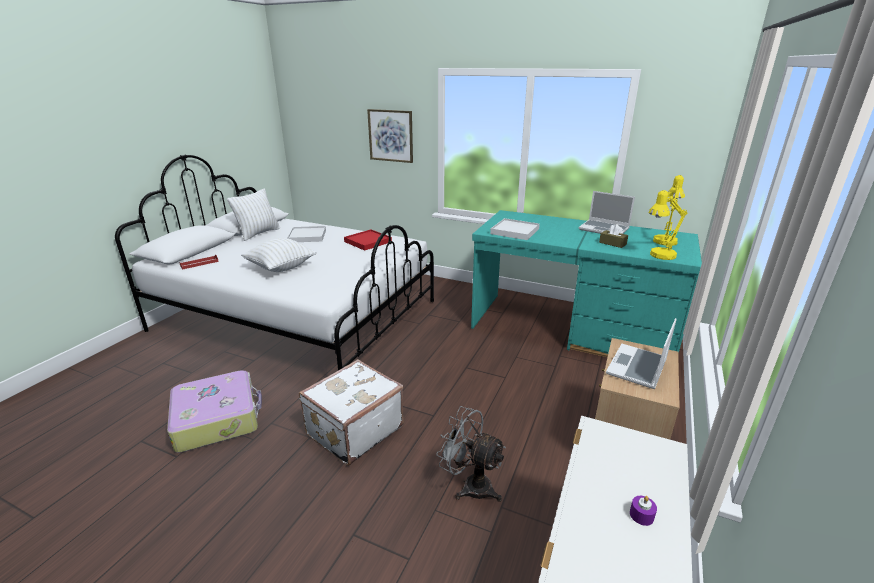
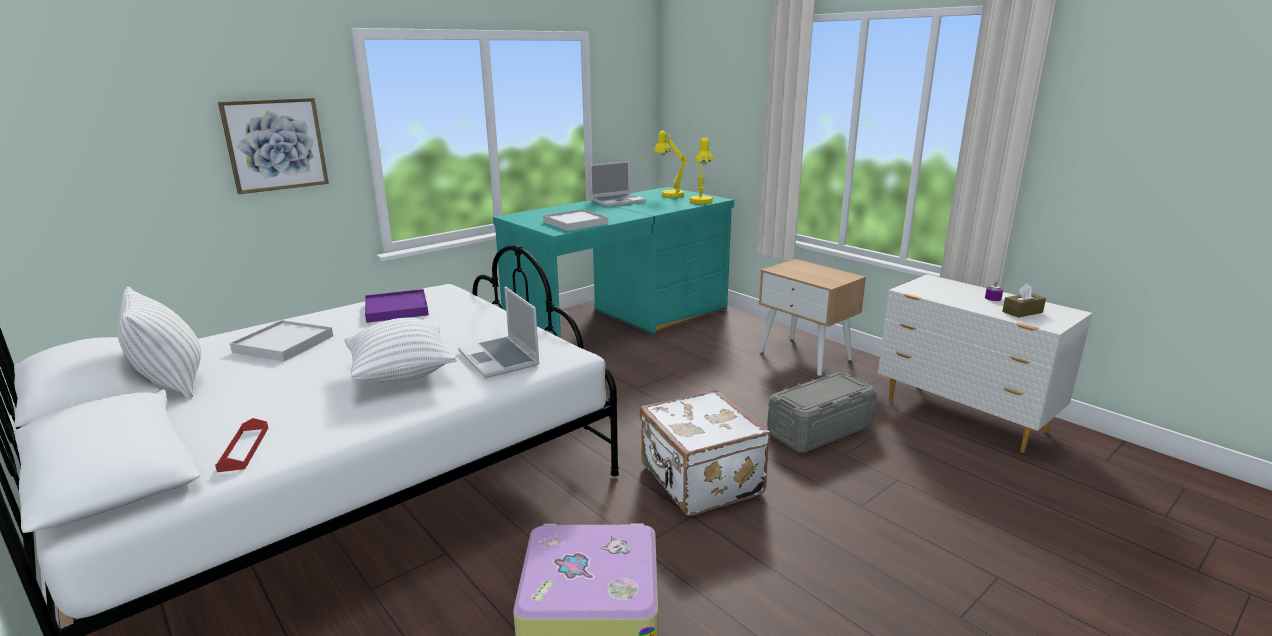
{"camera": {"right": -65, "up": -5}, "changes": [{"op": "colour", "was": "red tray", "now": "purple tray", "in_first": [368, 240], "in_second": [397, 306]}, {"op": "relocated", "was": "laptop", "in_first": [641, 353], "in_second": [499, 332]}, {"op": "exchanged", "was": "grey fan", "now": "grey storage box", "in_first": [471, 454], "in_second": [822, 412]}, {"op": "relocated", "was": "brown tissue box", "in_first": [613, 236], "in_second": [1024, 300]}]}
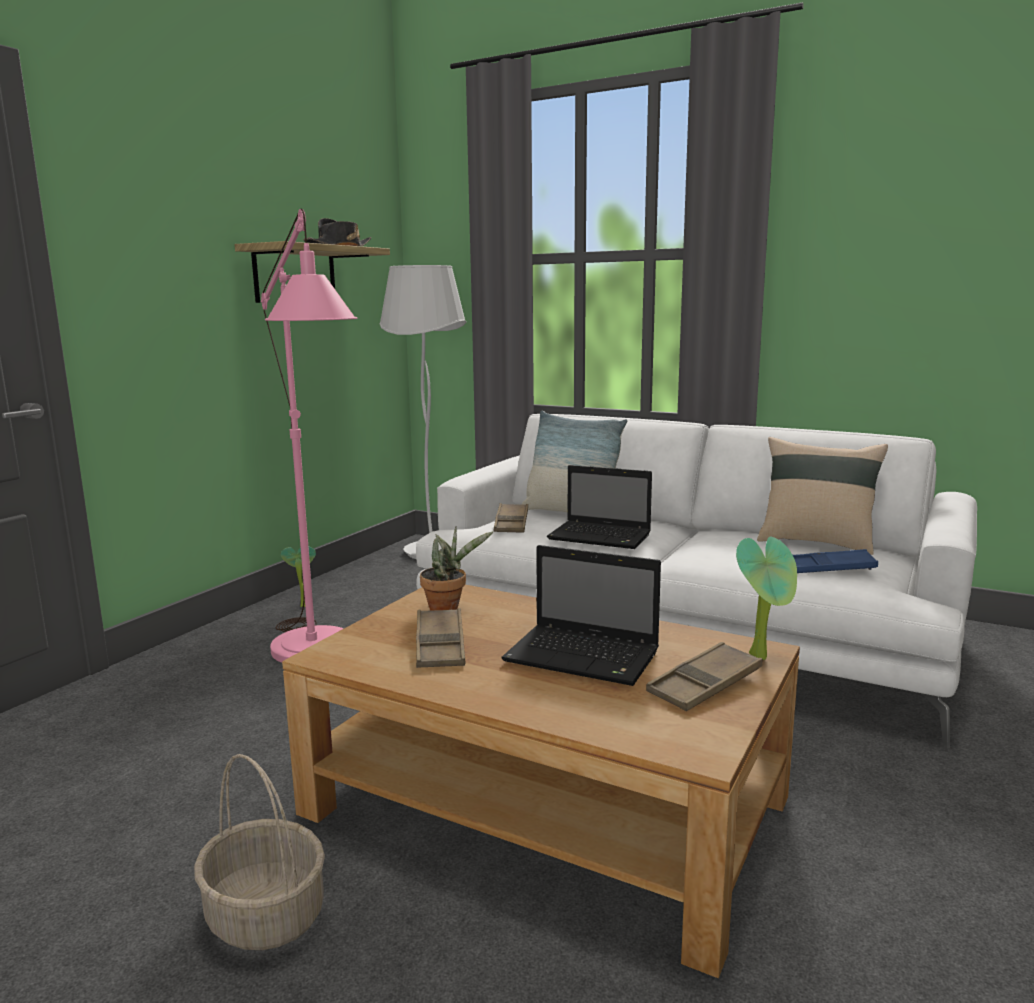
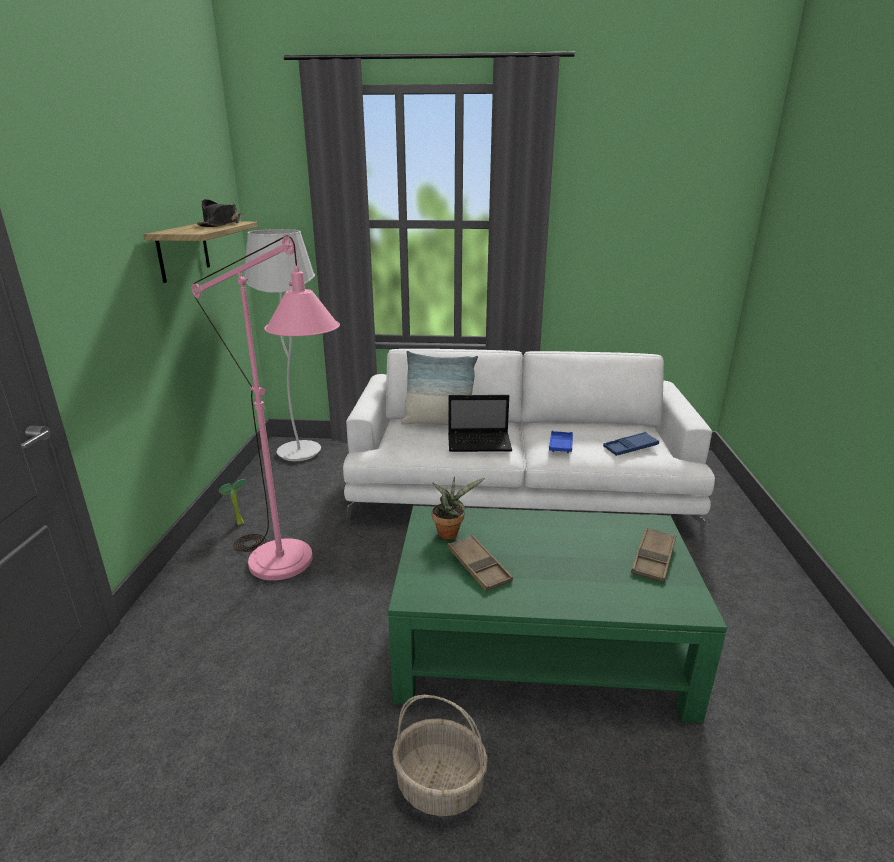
{"camera": {"right": -25, "up": 10}, "changes": [{"op": "colour", "was": "brown coffee table", "now": "green coffee table", "in_first": [541, 781], "in_second": [557, 614]}, {"op": "appeared", "now": "blue tray", "in_second": [561, 442]}, {"op": "missing", "was": "brown tray", "in_first": [510, 518]}, {"op": "missing", "was": "laptop", "in_first": [581, 615]}, {"op": "missing", "was": "potted plant", "in_first": [766, 598]}, {"op": "missing", "was": "beige pillow", "in_first": [822, 496]}]}
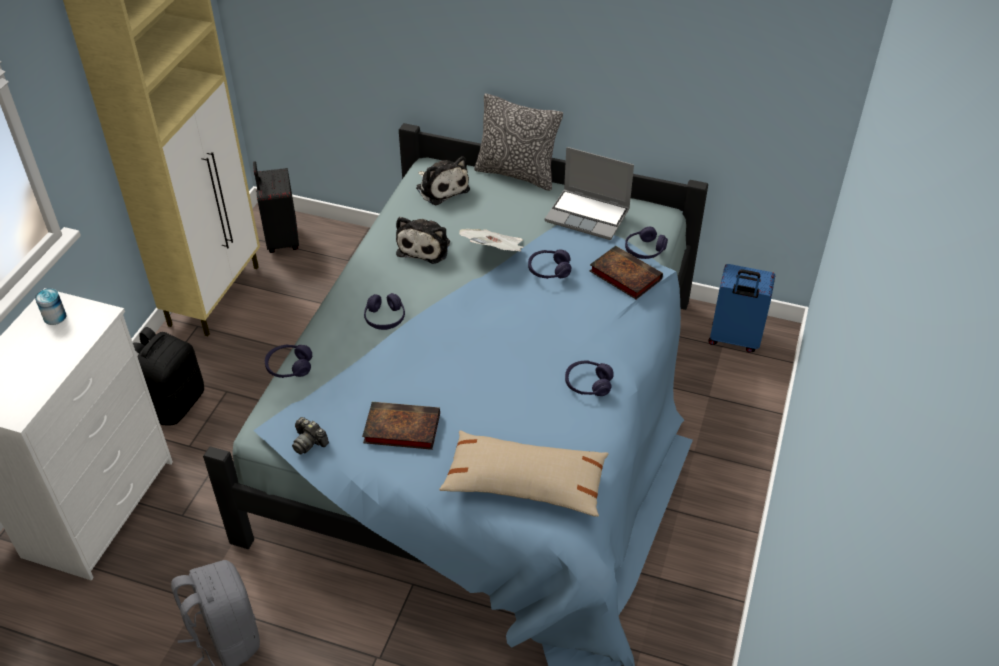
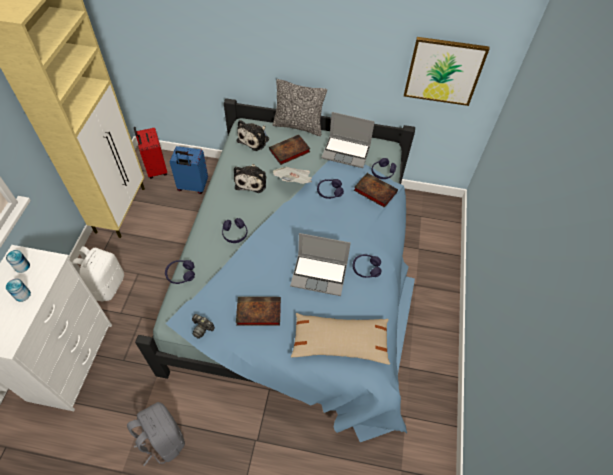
{"camera": {"right": -10, "up": 10}, "changes": [{"op": "appeared", "now": "can", "in_second": [18, 290]}, {"op": "colour", "was": "black backpack", "now": "white backpack", "in_first": [168, 376], "in_second": [98, 273]}, {"op": "colour", "was": "black suitcase", "now": "red suitcase", "in_first": [276, 207], "in_second": [150, 153]}, {"op": "relocated", "was": "blue suitcase", "in_first": [741, 308], "in_second": [189, 170]}, {"op": "spun", "was": "plush toy", "in_first": [443, 180], "in_second": [253, 135], "clockwise": 75}, {"op": "appeared", "now": "book", "in_second": [289, 150]}, {"op": "appeared", "now": "laptop", "in_second": [320, 264]}, {"op": "appeared", "now": "picture", "in_second": [446, 71]}]}
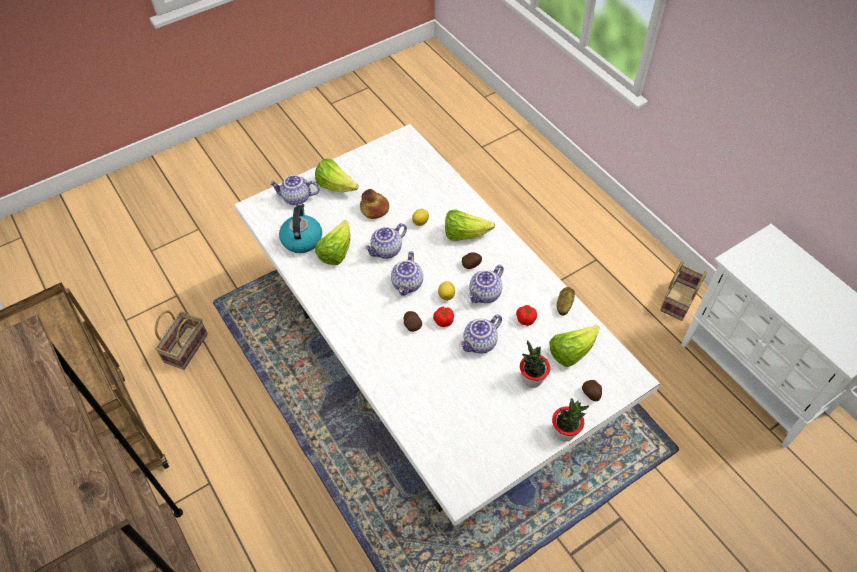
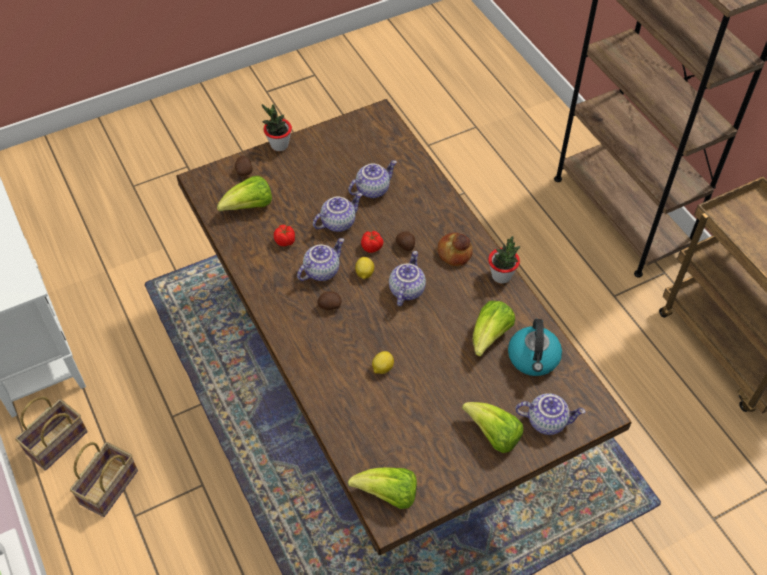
{"camera": {"right": -175, "up": 0}, "changes": [{"op": "relocated", "was": "basket", "in_first": [181, 340], "in_second": [104, 479]}, {"op": "colour", "was": "white dining table", "now": "brown dining table", "in_first": [447, 325], "in_second": [404, 327]}, {"op": "relocated", "was": "teapot", "in_first": [385, 241], "in_second": [372, 179]}, {"op": "relocated", "was": "lettuce", "in_first": [470, 225], "in_second": [382, 488]}, {"op": "relocated", "was": "bread", "in_first": [374, 204], "in_second": [455, 249]}, {"op": "relocated", "was": "potted plant", "in_first": [535, 364], "in_second": [504, 260]}, {"op": "missing", "was": "potato", "in_first": [566, 301]}]}
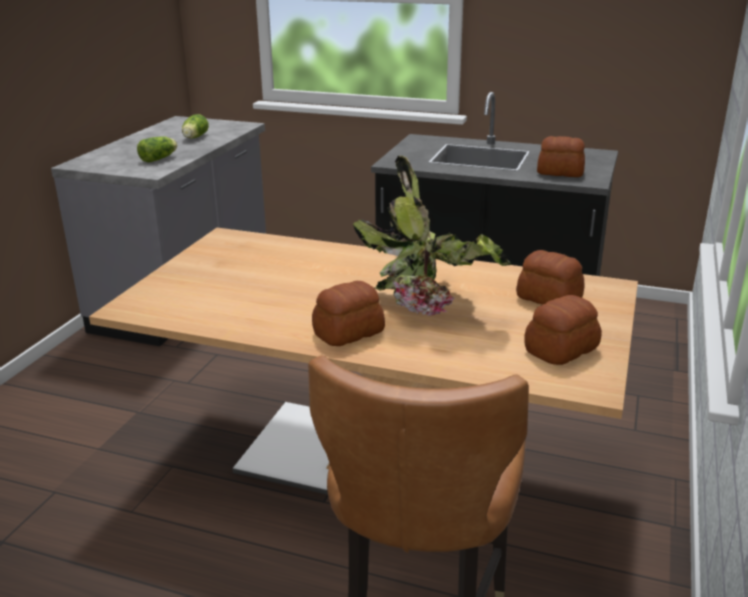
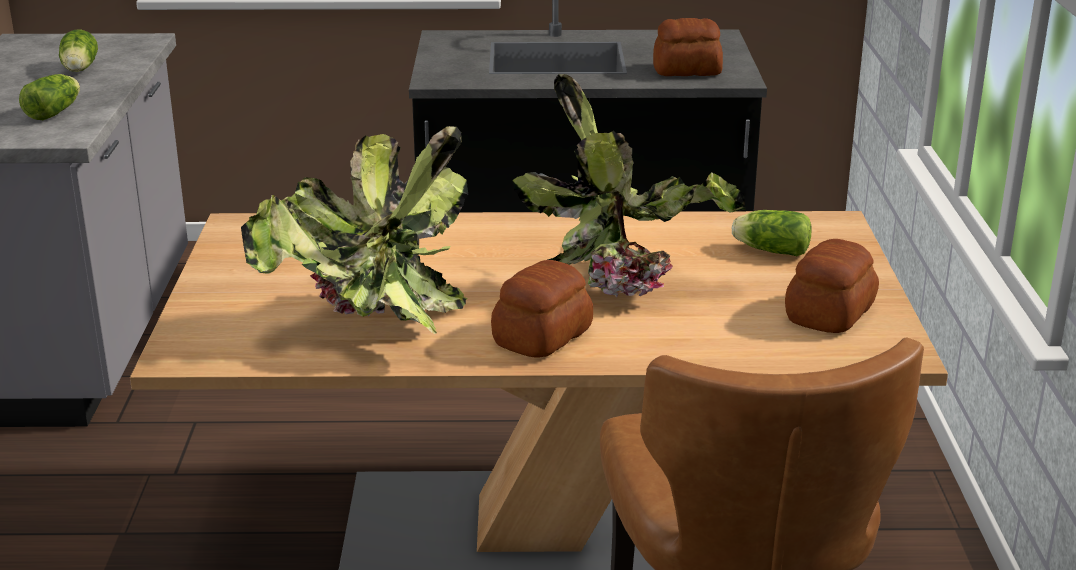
{"camera": {"right": -20, "up": 0}, "changes": [{"op": "appeared", "now": "potted plant", "in_second": [355, 230]}, {"op": "exchanged", "was": "bread", "now": "lettuce", "in_first": [550, 277], "in_second": [772, 233]}]}
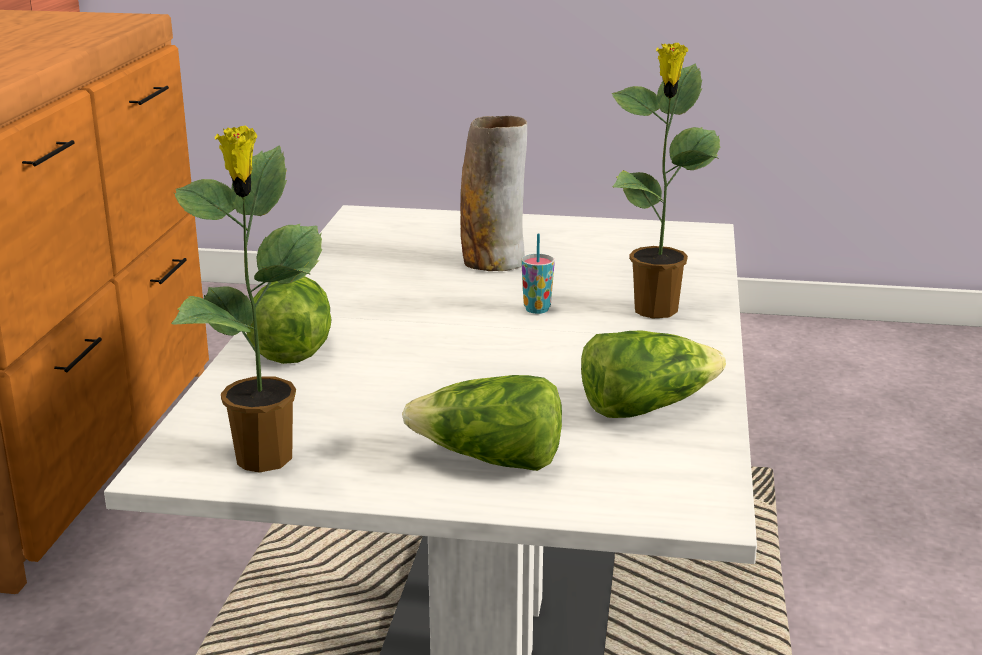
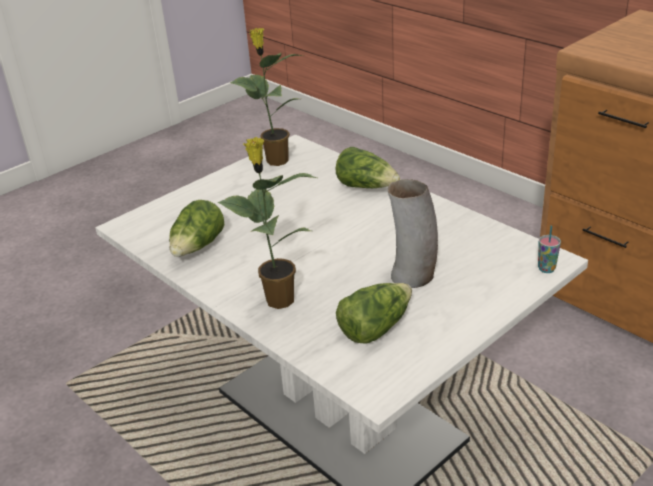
{"camera": {"right": 130, "up": 10}, "changes": [{"op": "relocated", "was": "lettuce", "in_first": [482, 423], "in_second": [374, 313]}, {"op": "relocated", "was": "cup", "in_first": [538, 274], "in_second": [549, 249]}]}
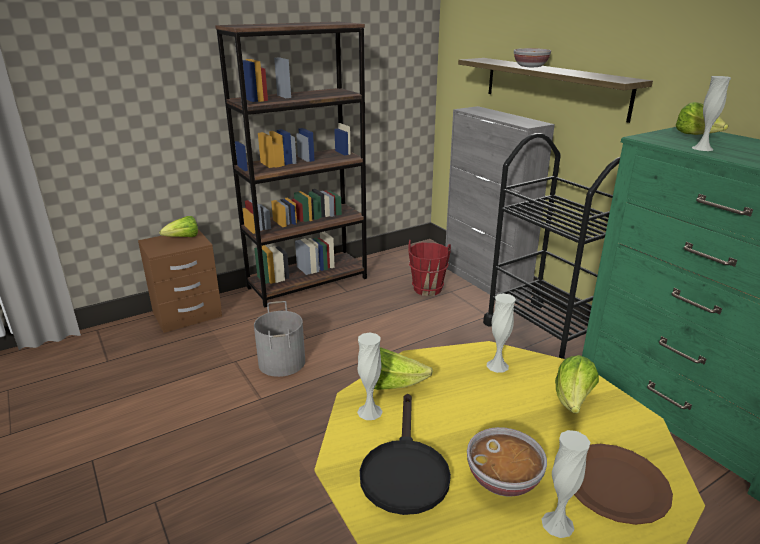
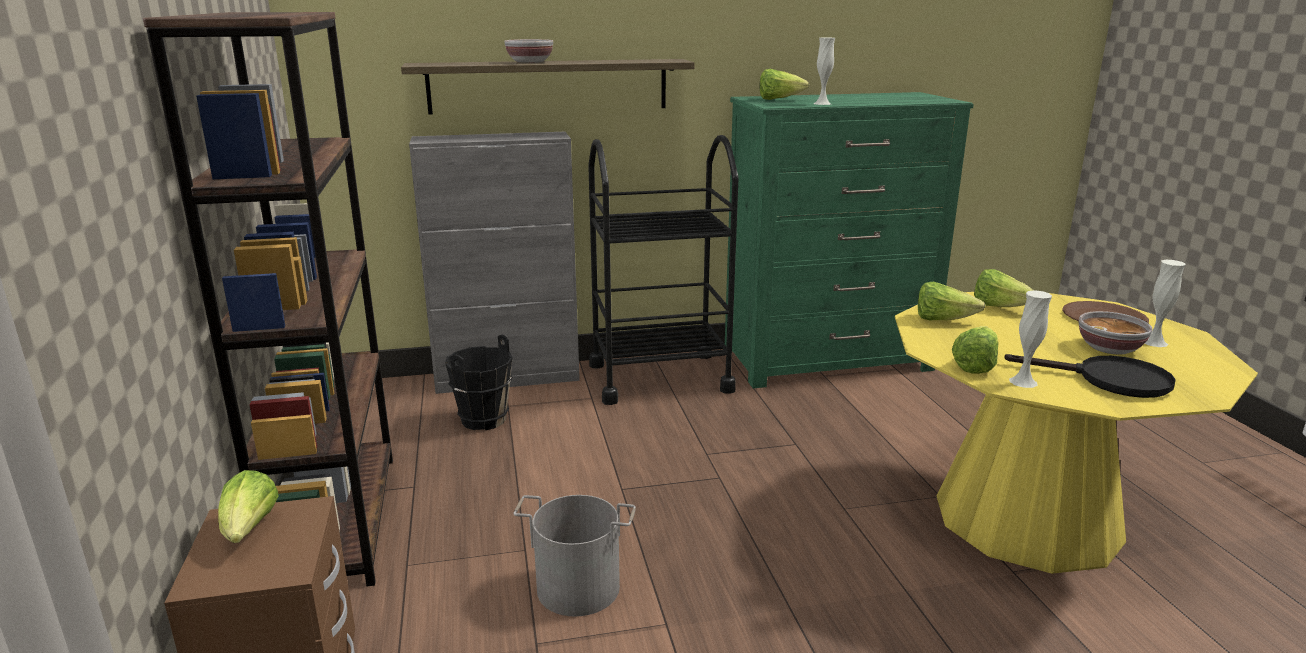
{"camera": {"right": -70, "up": -5}, "changes": [{"op": "colour", "was": "red bucket", "now": "black bucket", "in_first": [429, 268], "in_second": [479, 382]}, {"op": "exchanged", "was": "white vase", "now": "lettuce", "in_first": [501, 333], "in_second": [952, 301]}]}
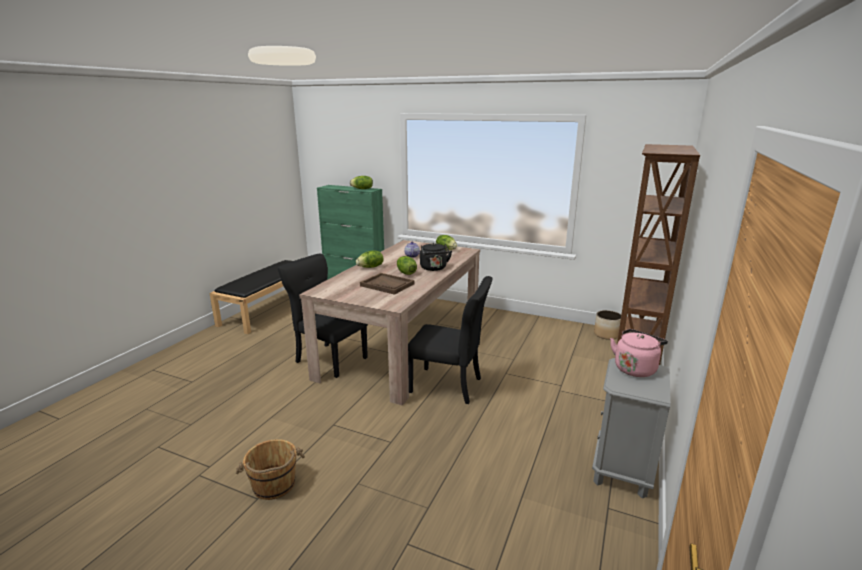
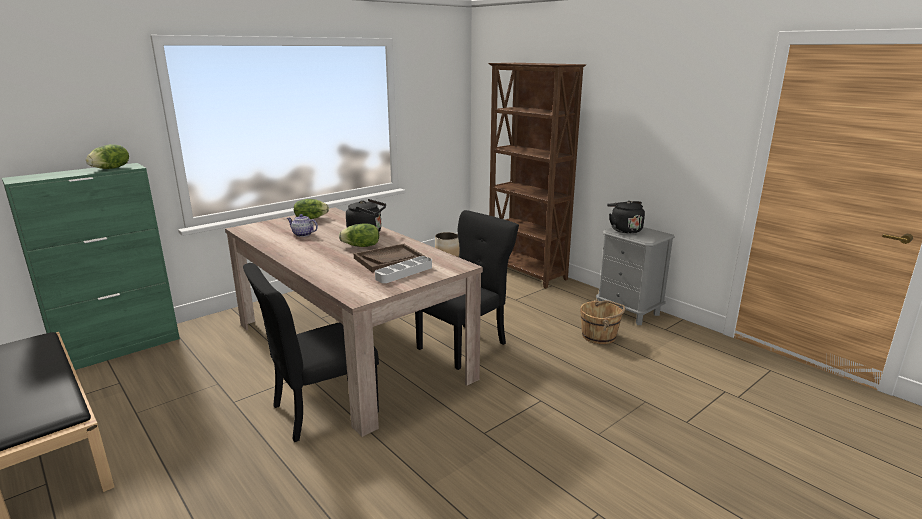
{"camera": {"right": -65, "up": 0}, "changes": [{"op": "appeared", "now": "grey tray", "in_second": [403, 269]}, {"op": "relocated", "was": "brown bucket", "in_first": [270, 469], "in_second": [602, 322]}, {"op": "colour", "was": "pink kettle", "now": "black kettle", "in_first": [639, 353], "in_second": [626, 217]}, {"op": "missing", "was": "lettuce", "in_first": [370, 259]}]}
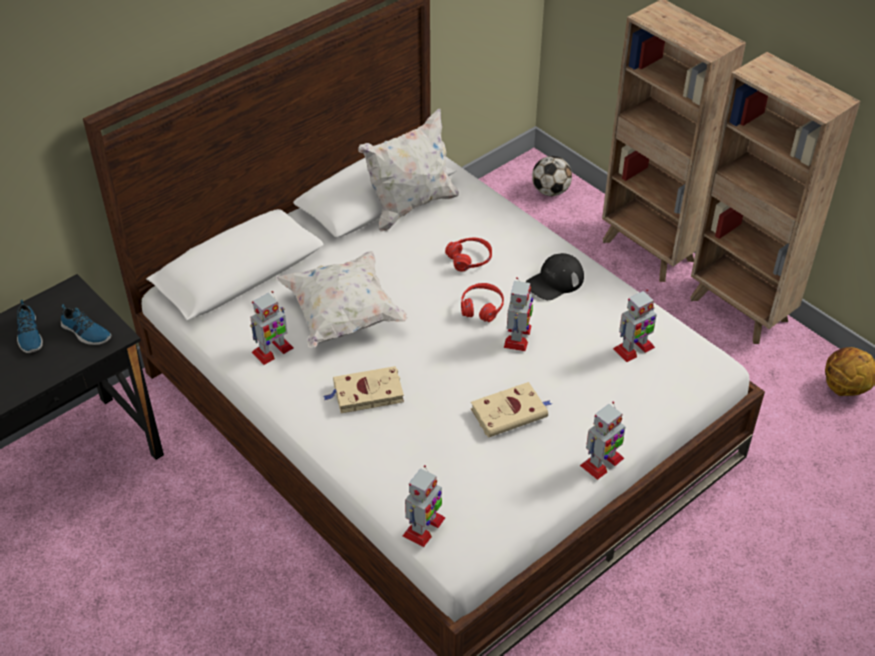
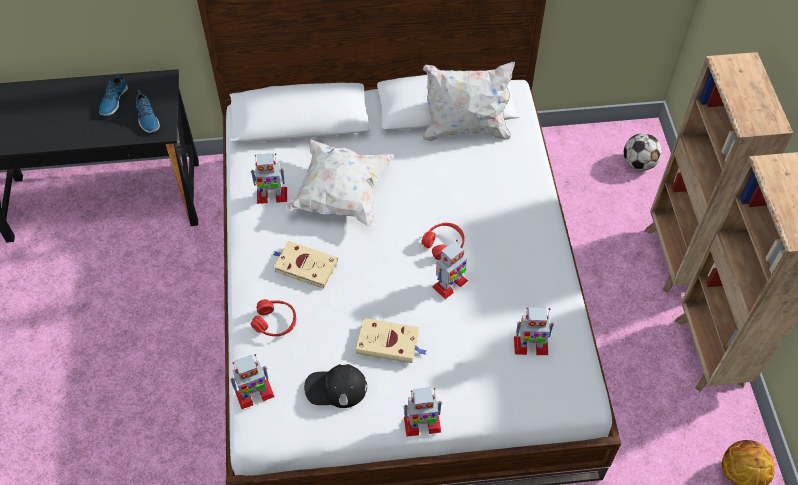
{"camera": {"right": 35, "up": 10}, "changes": [{"op": "relocated", "was": "red headphones", "in_first": [468, 255], "in_second": [273, 317]}, {"op": "relocated", "was": "black cap", "in_first": [555, 276], "in_second": [335, 386]}]}
